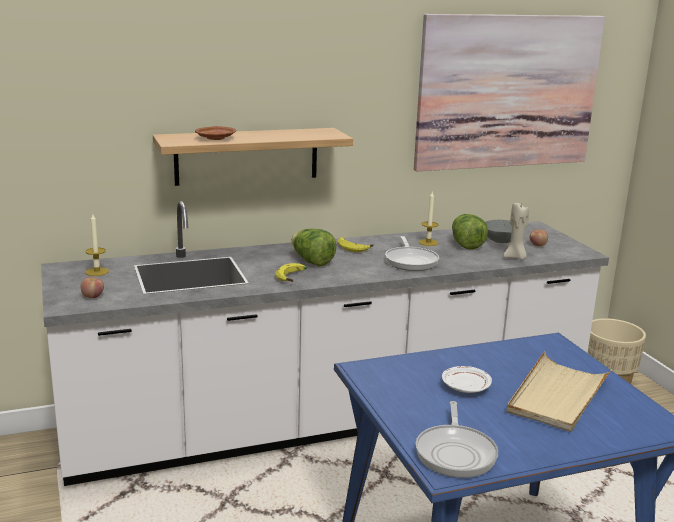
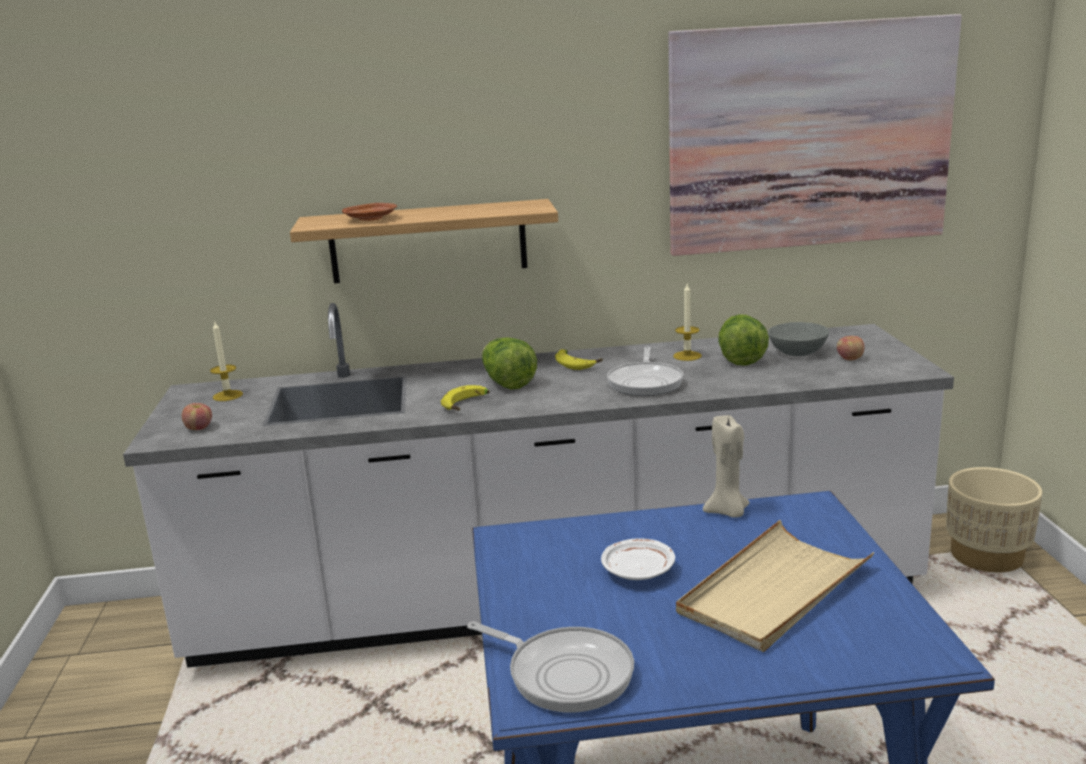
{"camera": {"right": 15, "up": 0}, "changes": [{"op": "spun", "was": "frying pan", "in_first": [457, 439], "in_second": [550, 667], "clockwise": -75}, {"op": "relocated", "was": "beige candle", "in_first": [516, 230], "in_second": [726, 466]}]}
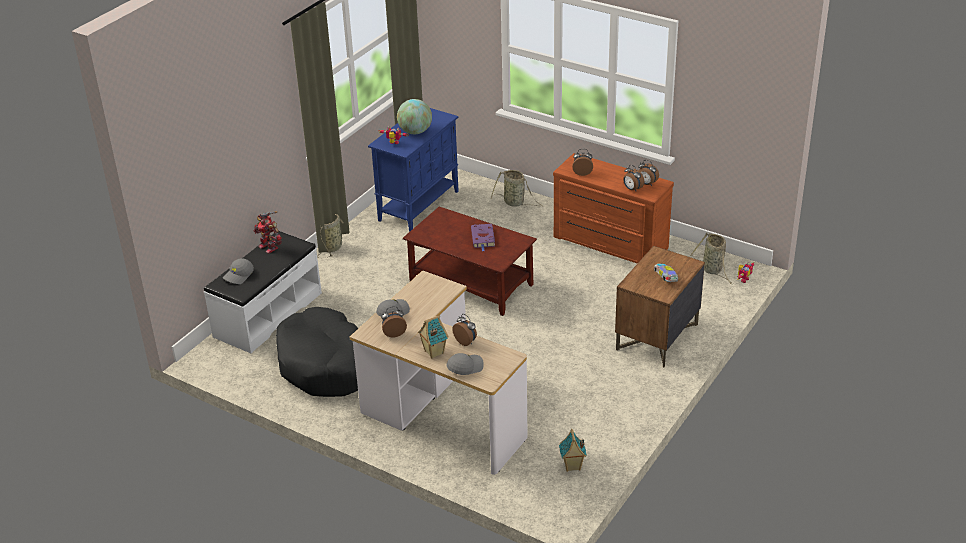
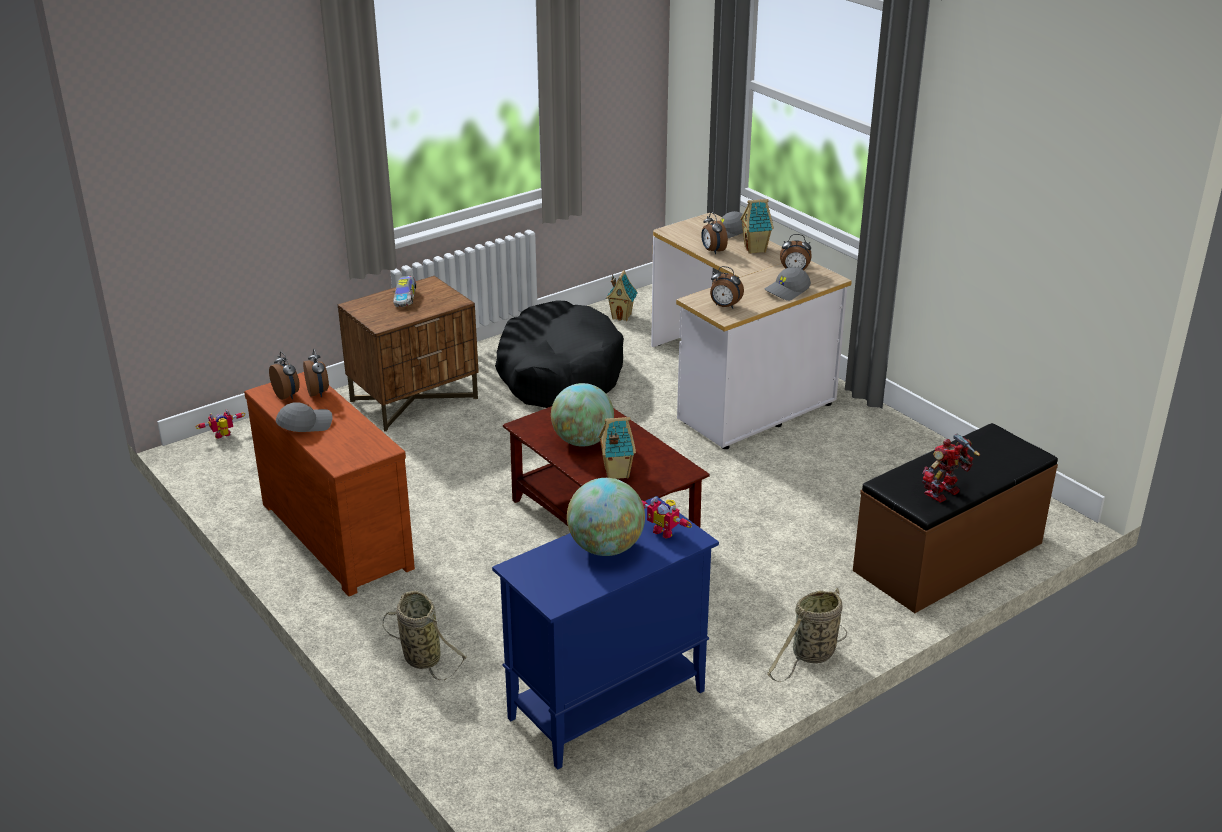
{"camera": {"right": -160, "up": -5}, "changes": [{"op": "relocated", "was": "grey cap", "in_first": [238, 271], "in_second": [304, 417]}, {"op": "relocated", "was": "black dog bed", "in_first": [317, 352], "in_second": [559, 354]}, {"op": "exchanged", "was": "purple book", "now": "globe", "in_first": [483, 237], "in_second": [582, 415]}, {"op": "appeared", "now": "toy house", "in_second": [617, 448]}, {"op": "relocated", "was": "alarm clock", "in_first": [582, 162], "in_second": [727, 287]}, {"op": "colour", "was": "white bench", "now": "brown bench", "in_first": [263, 292], "in_second": [955, 518]}, {"op": "spun", "was": "toy robot", "in_first": [267, 232], "in_second": [951, 468], "clockwise": -105}, {"op": "missing", "was": "basket", "in_first": [711, 258]}]}
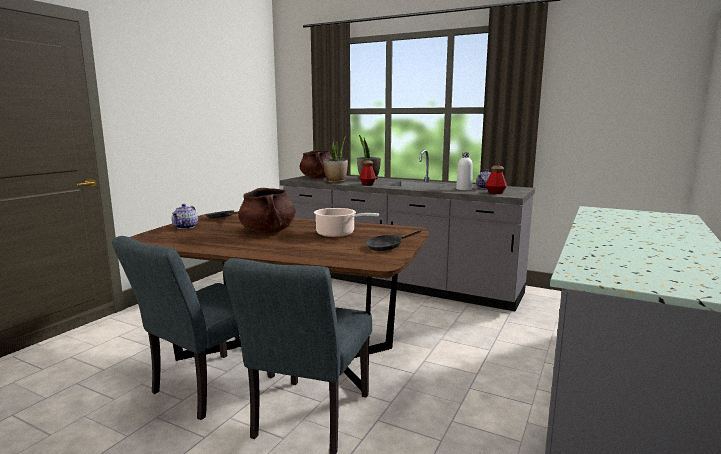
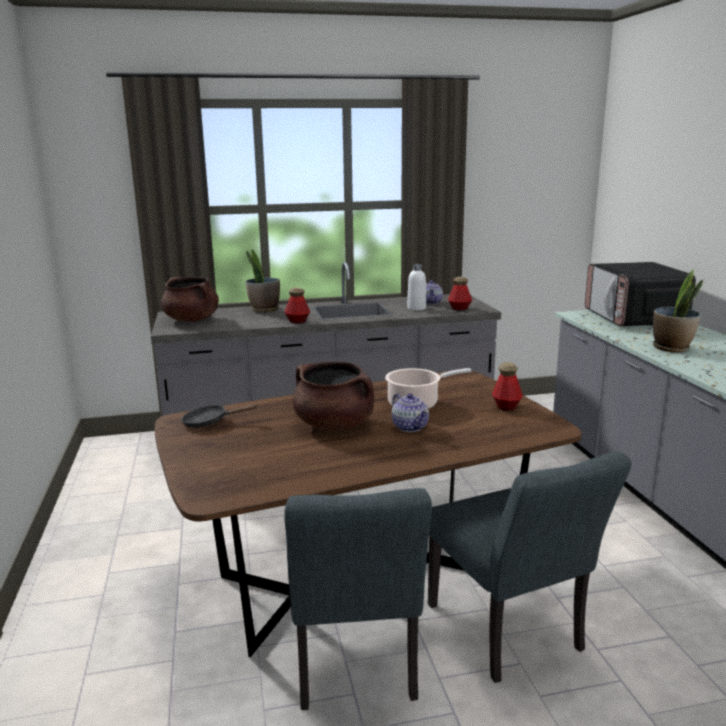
{"camera": {"right": -40, "up": 5}, "changes": [{"op": "relocated", "was": "teapot", "in_first": [185, 216], "in_second": [410, 412]}, {"op": "exchanged", "was": "black frying pan", "now": "bottle", "in_first": [393, 240], "in_second": [507, 386]}, {"op": "appeared", "now": "microwave", "in_second": [640, 294]}, {"op": "relocated", "was": "potted plant", "in_first": [335, 159], "in_second": [678, 310]}]}
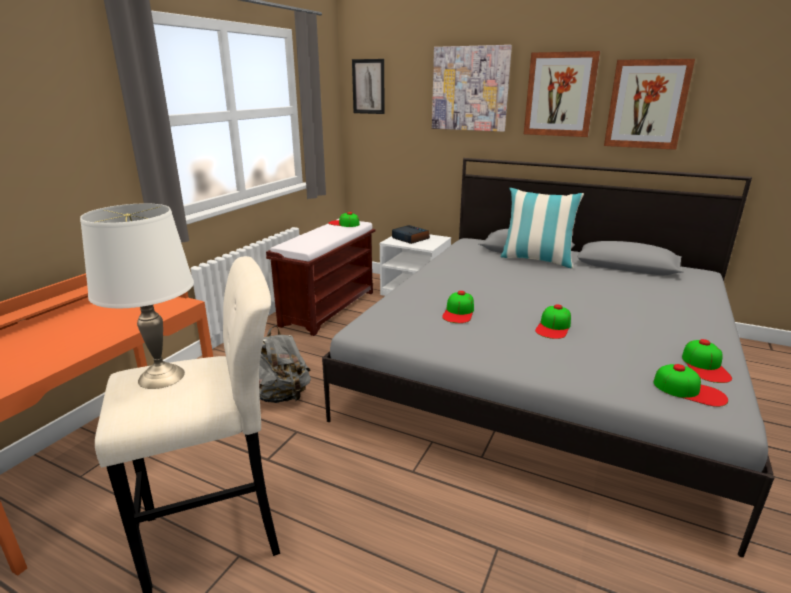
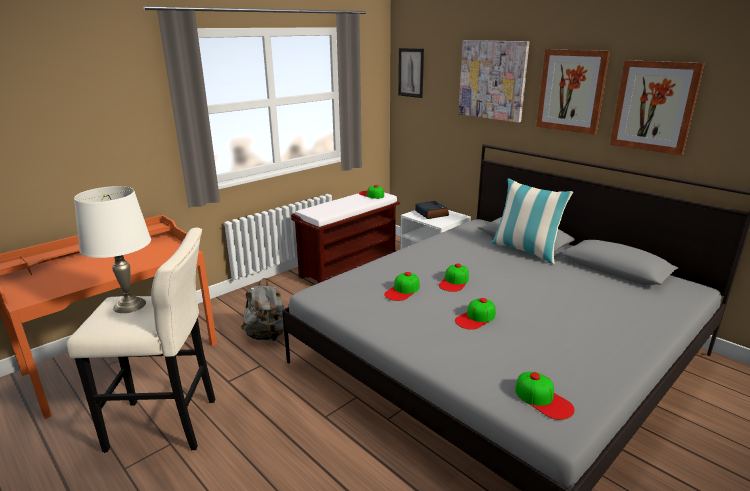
{"camera": {"right": 20, "up": 0}, "changes": [{"op": "relocated", "was": "cap", "in_first": [707, 361], "in_second": [454, 278]}]}
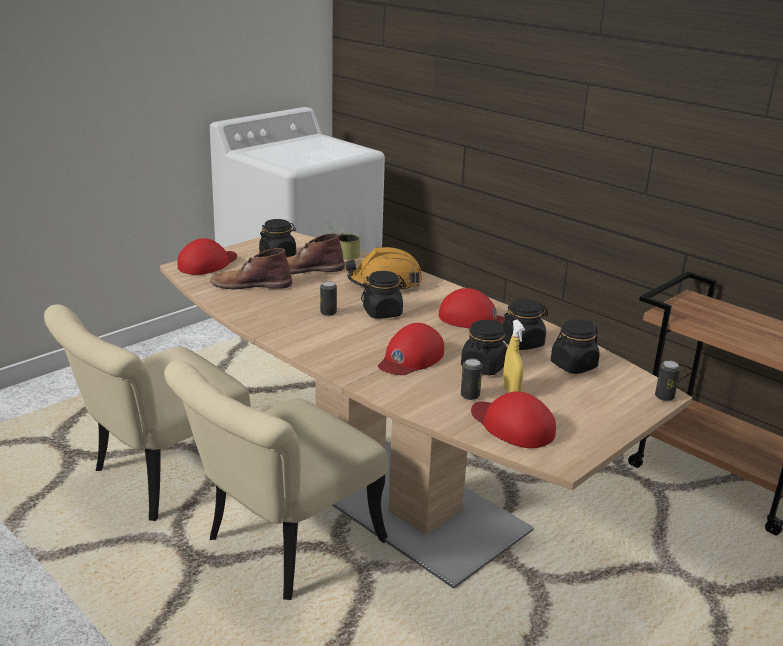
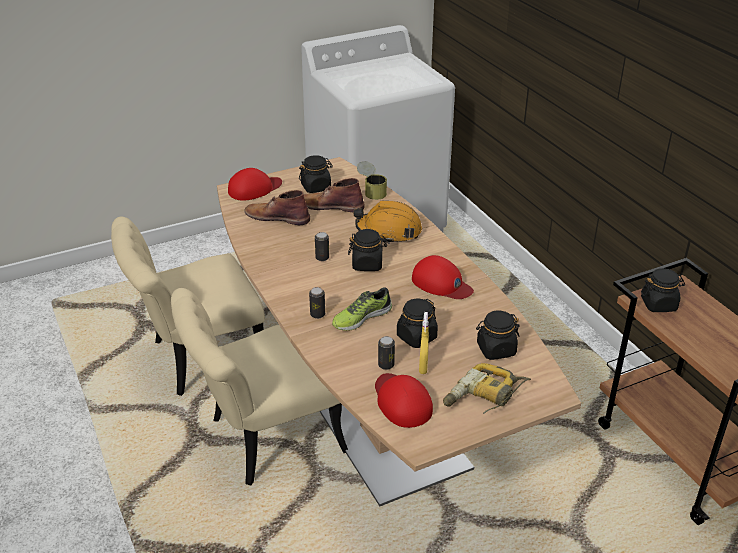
{"camera": {"right": 20, "up": 10}, "changes": [{"op": "relocated", "was": "can", "in_first": [668, 380], "in_second": [317, 303]}, {"op": "exchanged", "was": "red cap", "now": "shoe", "in_first": [411, 349], "in_second": [362, 309]}, {"op": "appeared", "now": "power drill", "in_second": [487, 388]}, {"op": "relocated", "was": "black jar", "in_first": [525, 324], "in_second": [663, 290]}]}
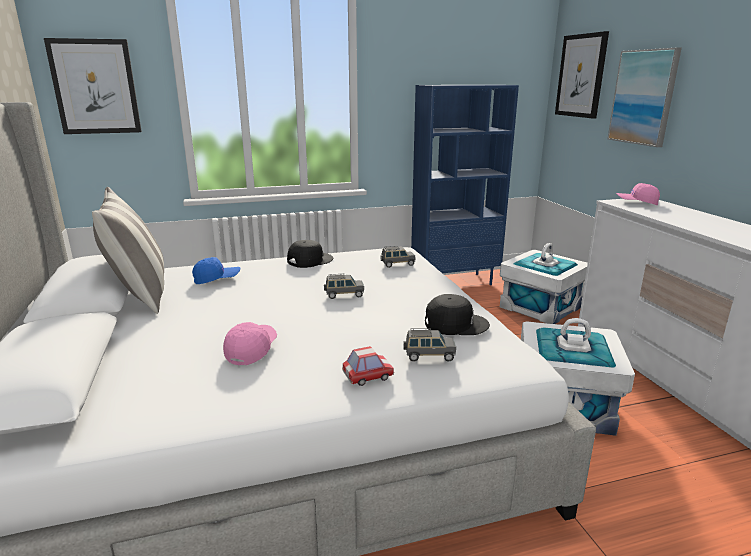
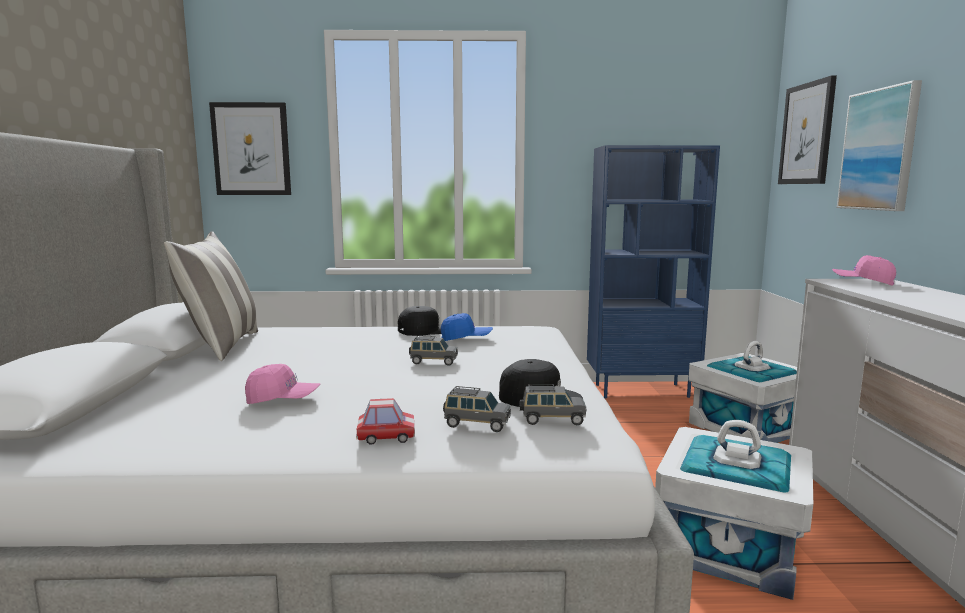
{"camera": {"right": 15, "up": -10}, "changes": [{"op": "spun", "was": "pink cap", "in_first": [250, 343], "in_second": [282, 384], "clockwise": 60}, {"op": "relocated", "was": "blue cap", "in_first": [216, 270], "in_second": [467, 327]}, {"op": "relocated", "was": "grey toy car", "in_first": [397, 257], "in_second": [553, 404]}]}
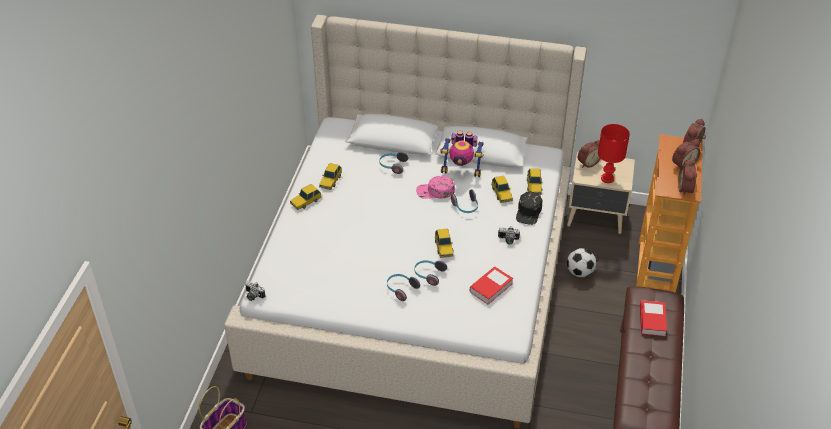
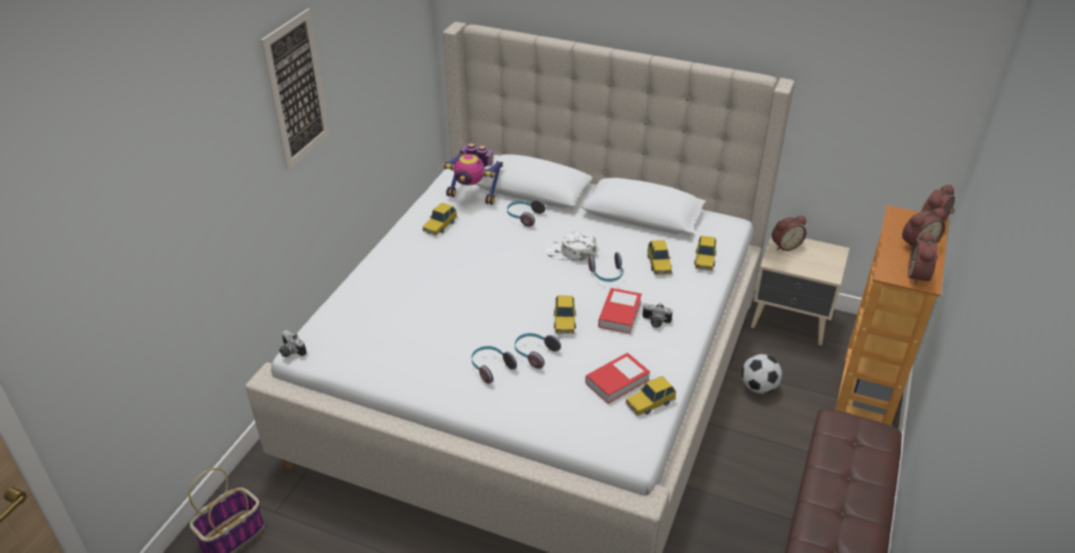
{"camera": {"right": 10, "up": -5}, "changes": [{"op": "appeared", "now": "picture", "in_second": [295, 89]}, {"op": "relocated", "was": "toy robot", "in_first": [462, 154], "in_second": [473, 174]}, {"op": "colour", "was": "pink cap", "now": "white cap", "in_first": [435, 187], "in_second": [571, 246]}, {"op": "relocated", "was": "book", "in_first": [653, 318], "in_second": [620, 311]}, {"op": "relocated", "was": "toy car", "in_first": [305, 197], "in_second": [650, 396]}, {"op": "missing", "was": "black cap", "in_first": [529, 208]}, {"op": "missing", "was": "red table lamp", "in_first": [614, 153]}]}
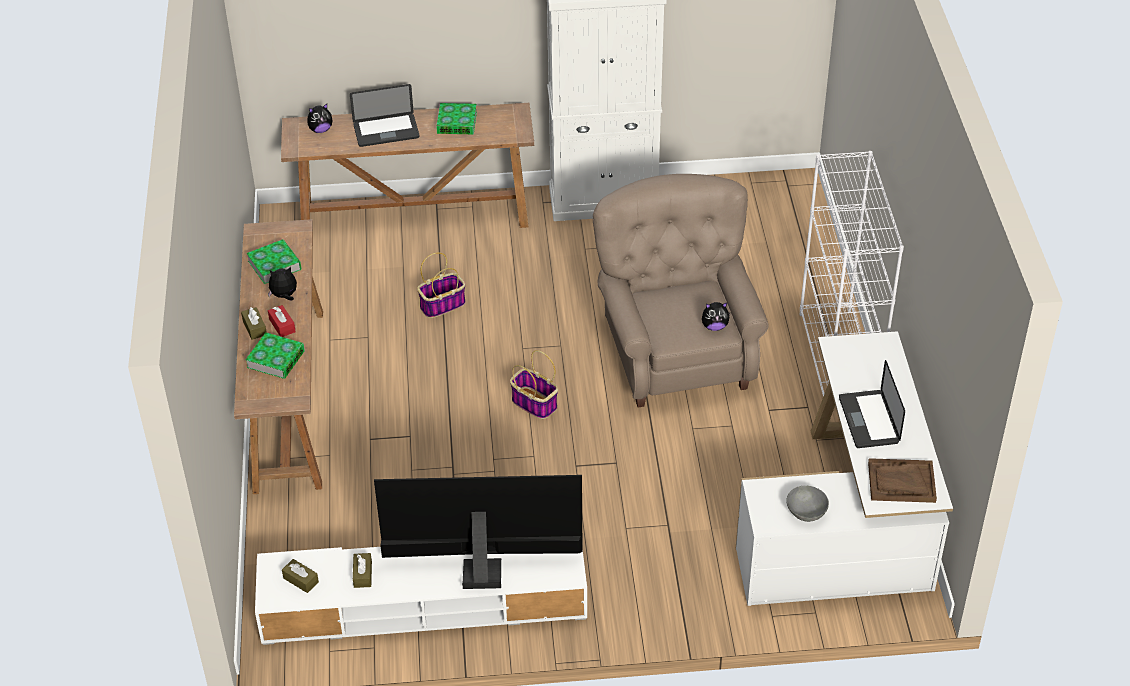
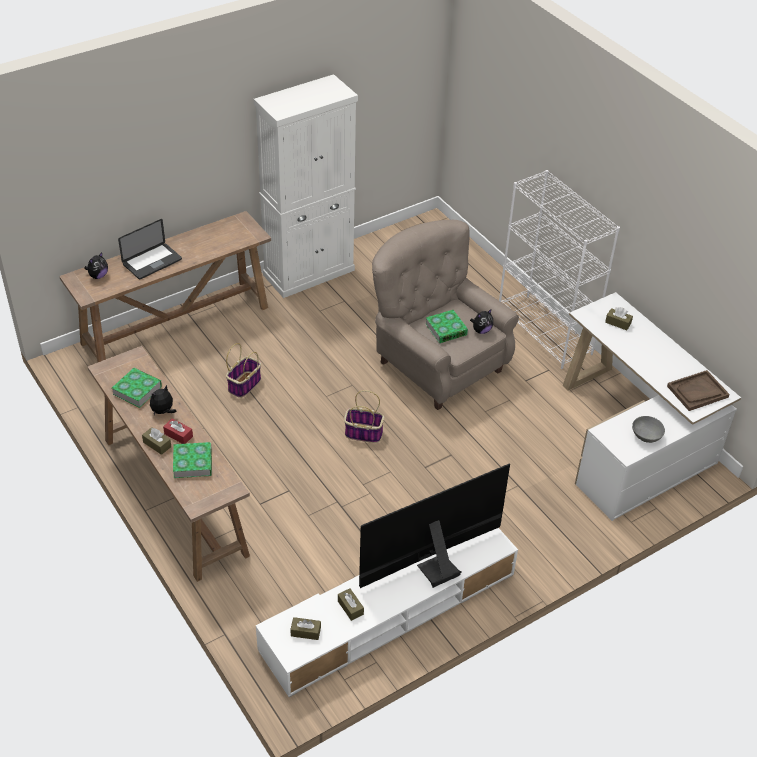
{"camera": {"right": -30, "up": 0}, "changes": [{"op": "relocated", "was": "book", "in_first": [456, 118], "in_second": [447, 326]}, {"op": "appeared", "now": "brown tissue box", "in_second": [619, 318]}, {"op": "missing", "was": "laptop", "in_first": [872, 404]}]}
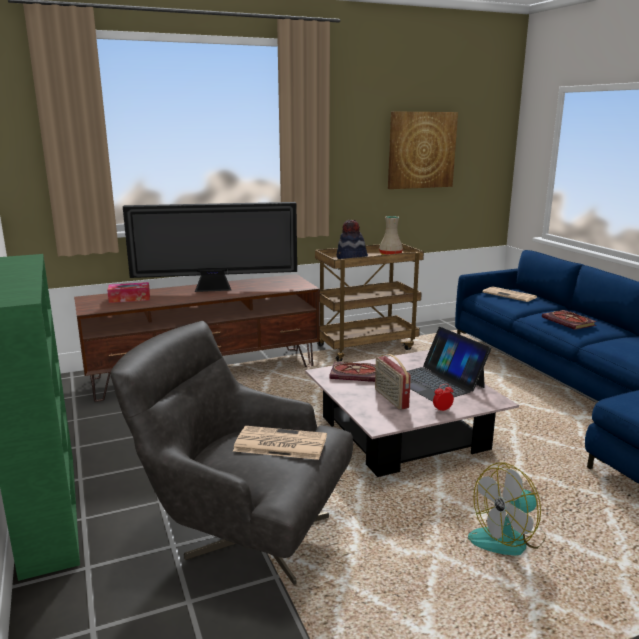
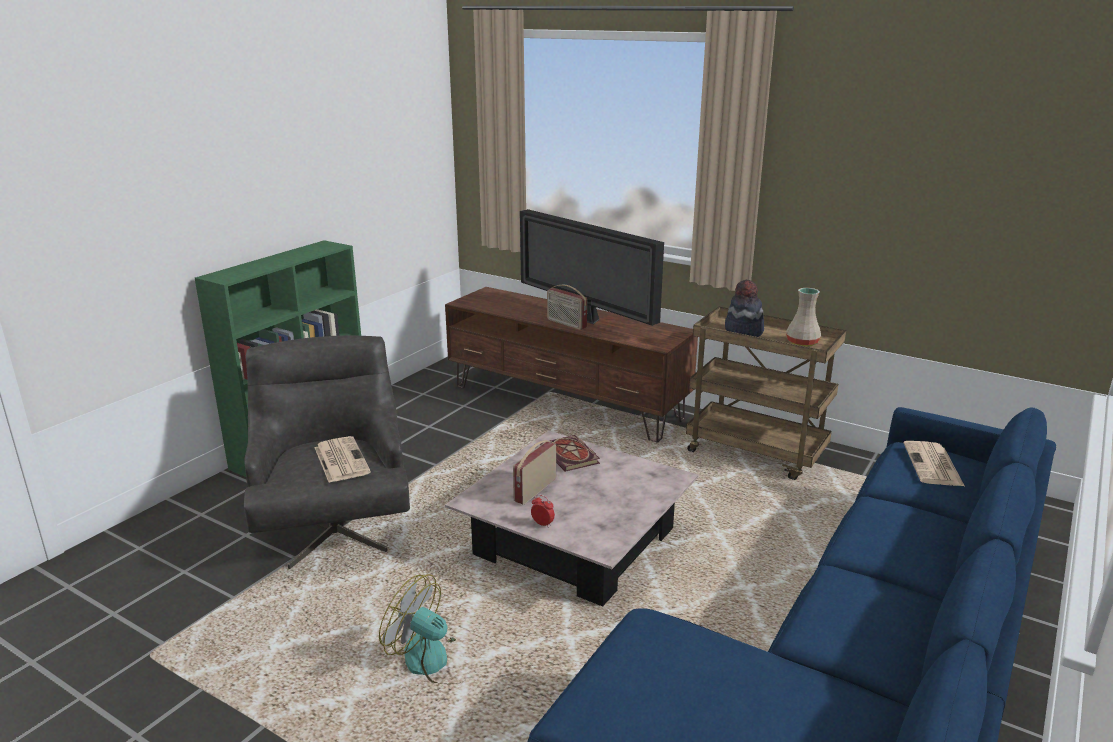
{"camera": {"right": 55, "up": 5}, "changes": [{"op": "appeared", "now": "radio", "in_second": [567, 307]}, {"op": "missing", "was": "tissue box", "in_first": [128, 292]}, {"op": "missing", "was": "picture", "in_first": [423, 150]}, {"op": "missing", "was": "laptop", "in_first": [449, 364]}, {"op": "missing", "was": "book", "in_first": [569, 320]}]}
